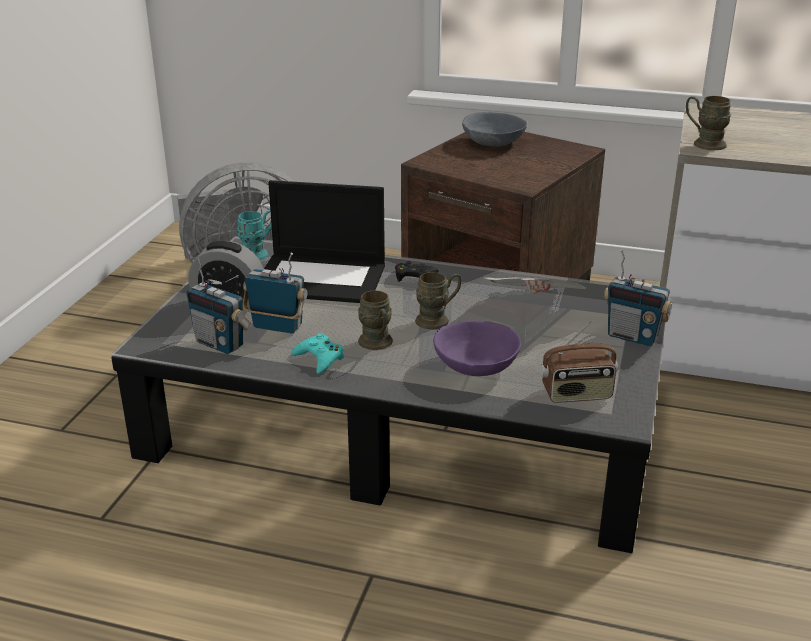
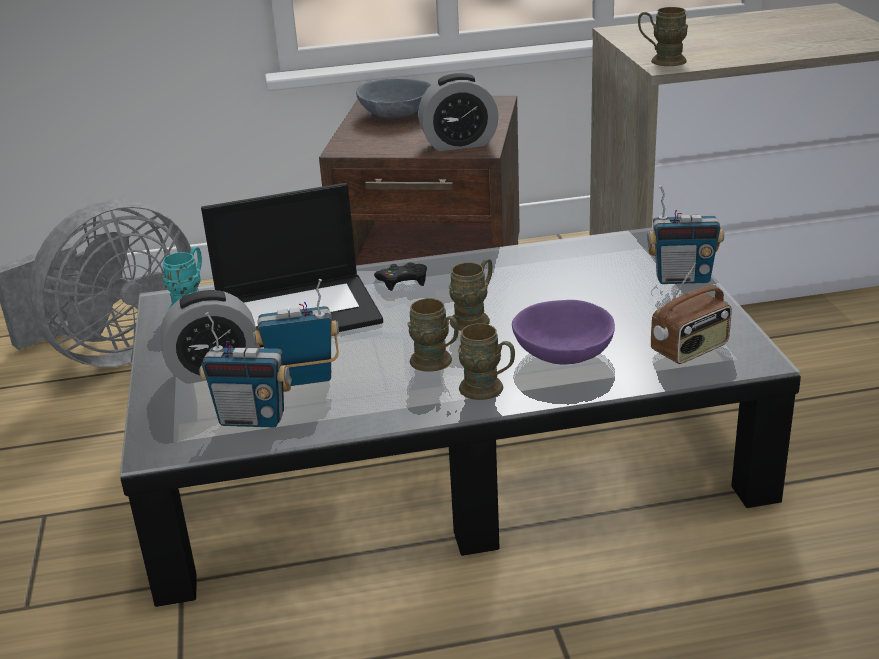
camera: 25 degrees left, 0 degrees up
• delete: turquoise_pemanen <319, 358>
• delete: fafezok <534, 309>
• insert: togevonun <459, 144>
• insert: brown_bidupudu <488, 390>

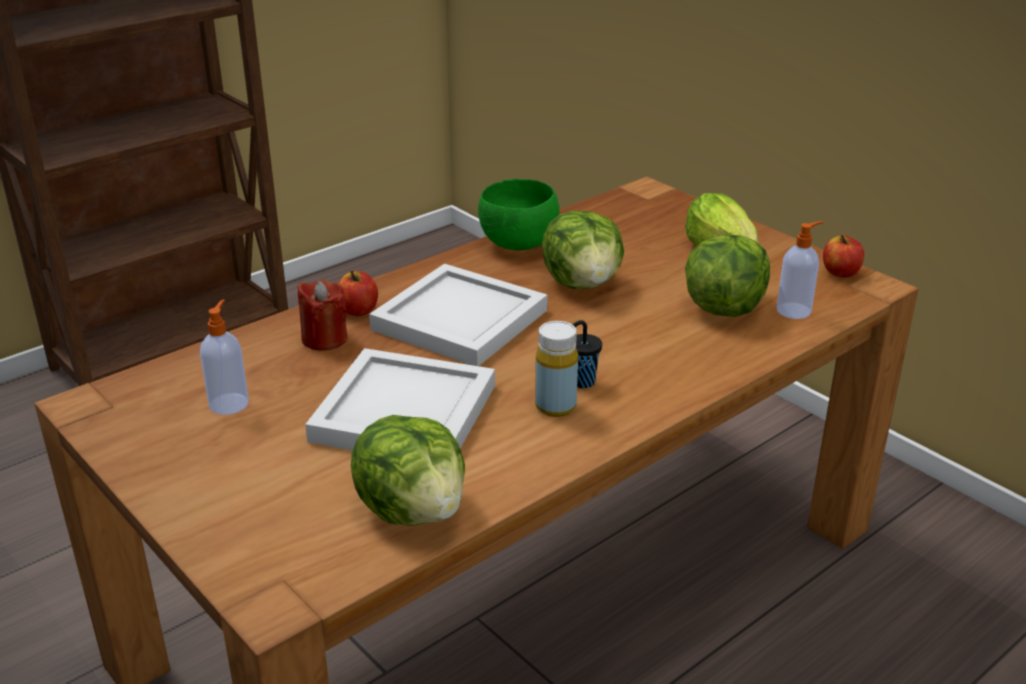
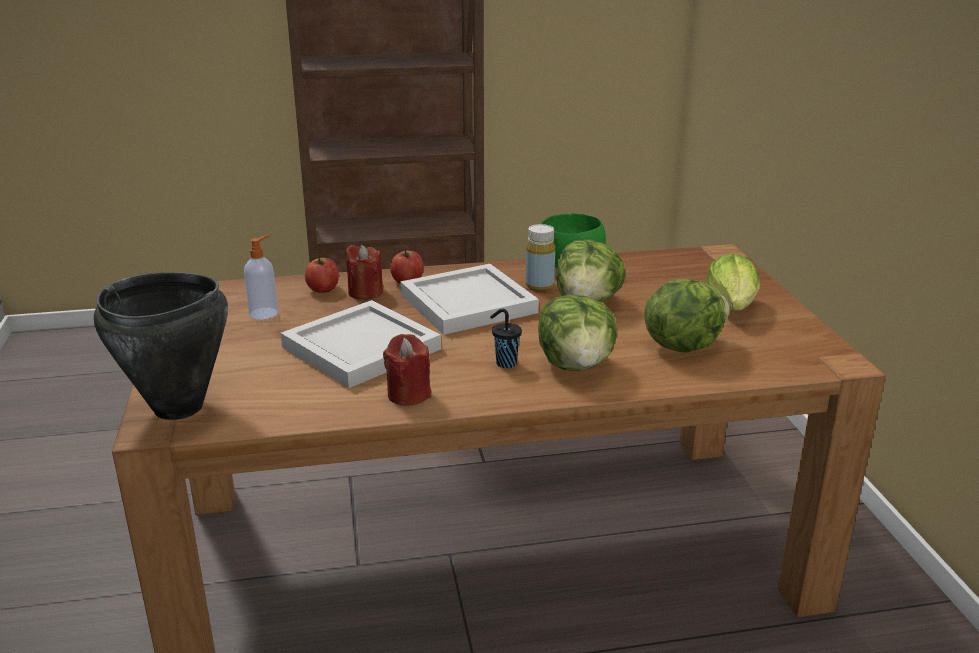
camera: 30 degrees right, 5 degrees down
• move: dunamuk <413, 509> to <576, 365>
• move: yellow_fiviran <555, 406> to <539, 286>
• delete: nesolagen <794, 310>
• move: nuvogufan <840, 272> to <323, 289>
• insert: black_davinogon <178, 408>
• insert: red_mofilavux <409, 394>

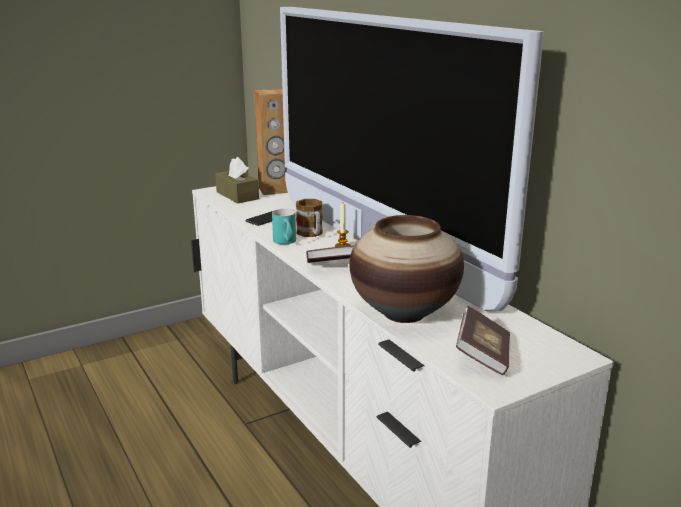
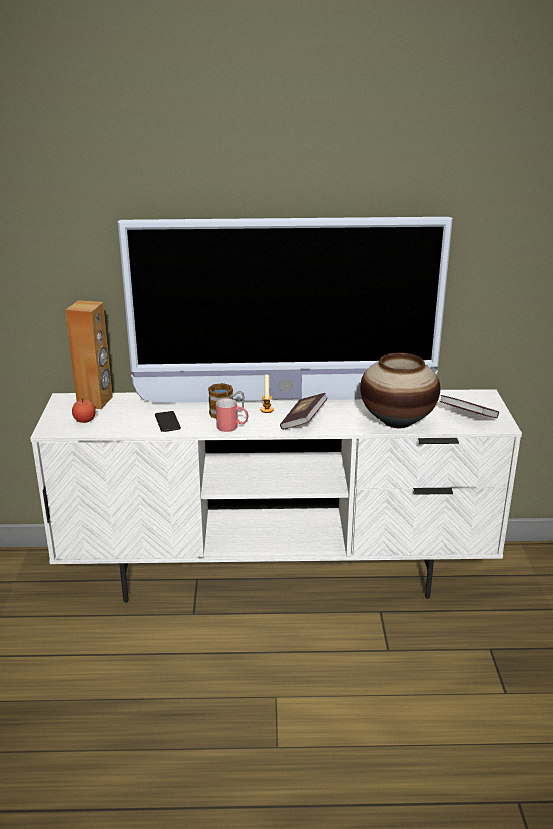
camera: 60 degrees left, 5 degrees up
• replace: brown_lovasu <237, 195> to nuvogufan <84, 420>
• recolor: turquoise_bidupudu <286, 242> to red_bidupudu <232, 427>

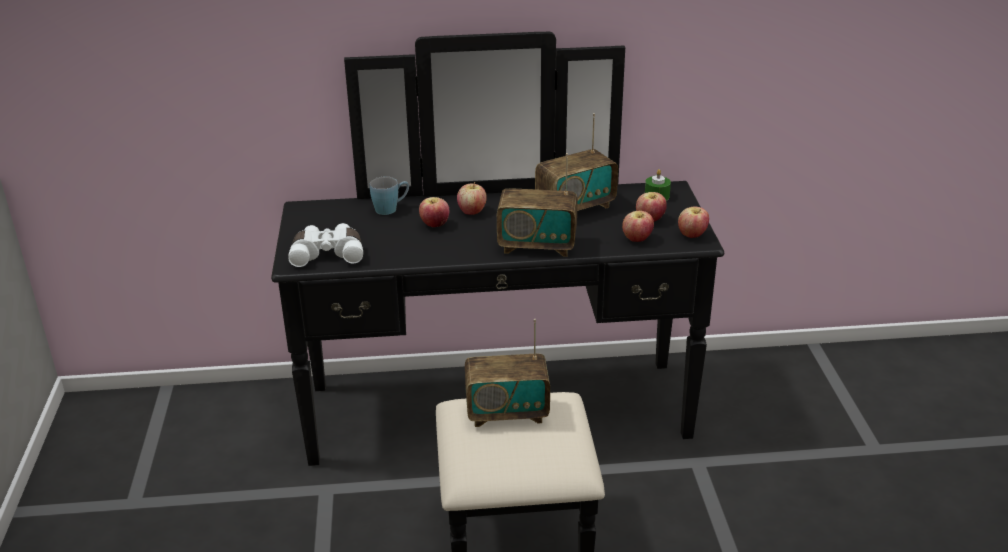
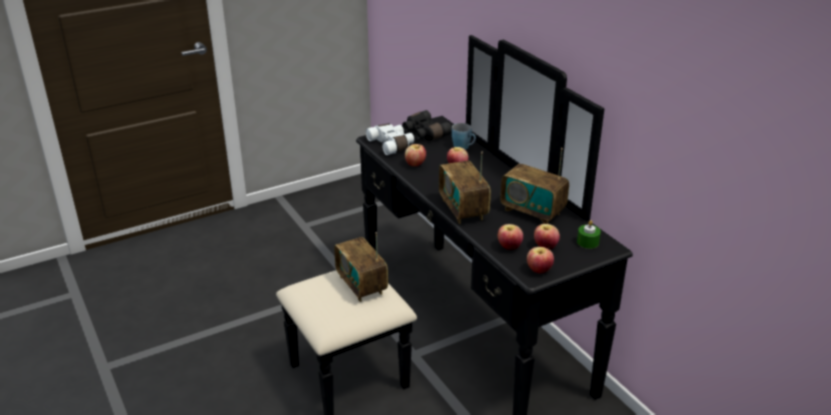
camera: 65 degrees right, 0 degrees up
• move: nuvogufan <472, 211> to <415, 164>
• insert: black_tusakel <424, 133>

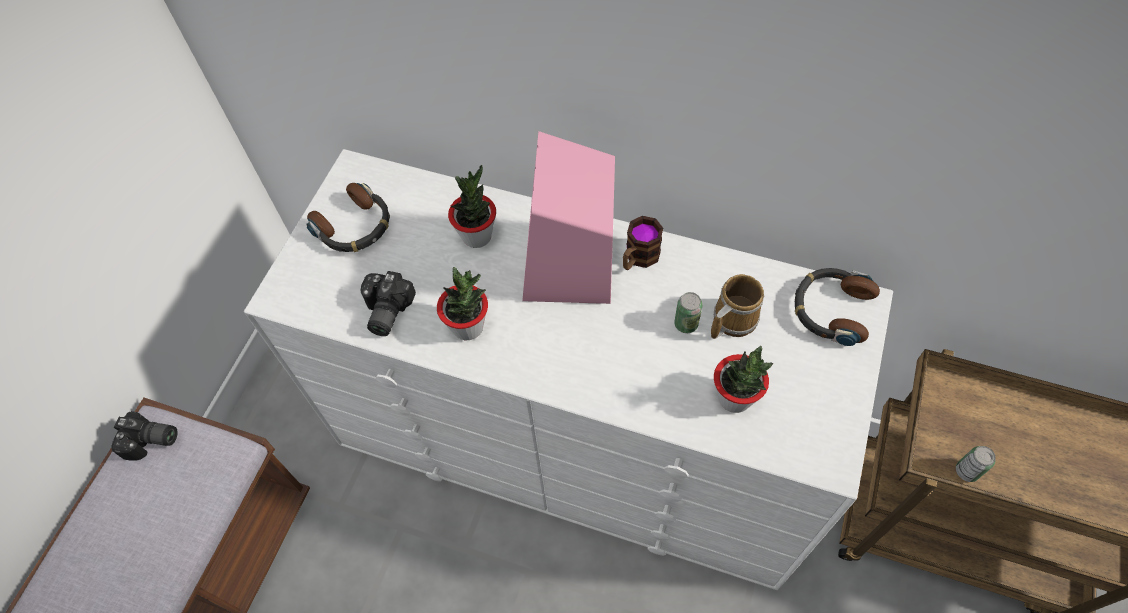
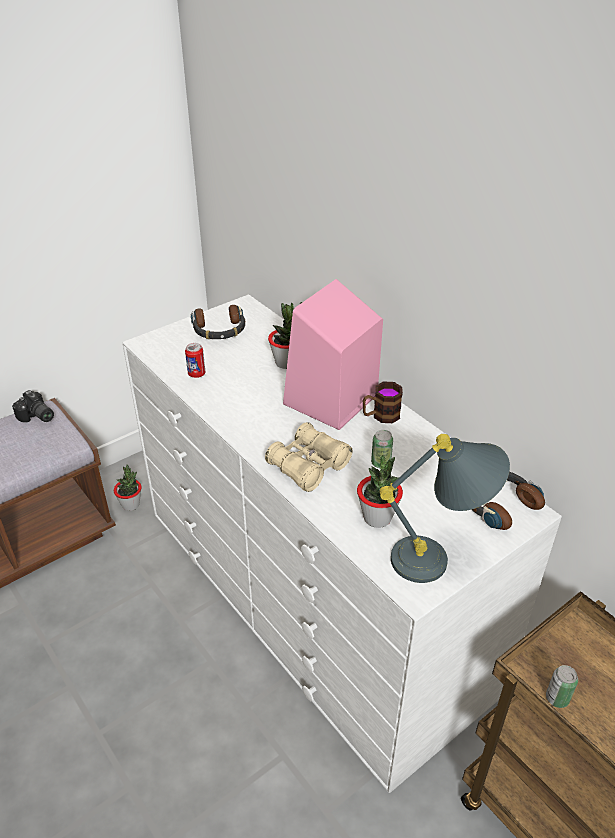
camera: 30 degrees right, 20 degrees down
• replace: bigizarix <384, 311> to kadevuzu <196, 374>
• move: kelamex <468, 327> to <131, 505>
• delete: bidupudu <731, 319>
• insert: beige_tusakel <308, 466>
• insert: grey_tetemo <440, 560>

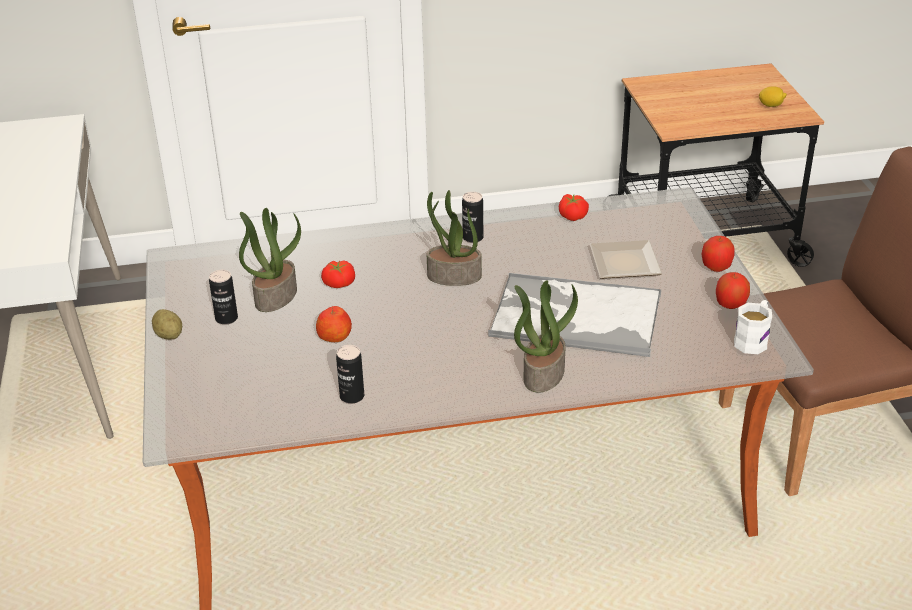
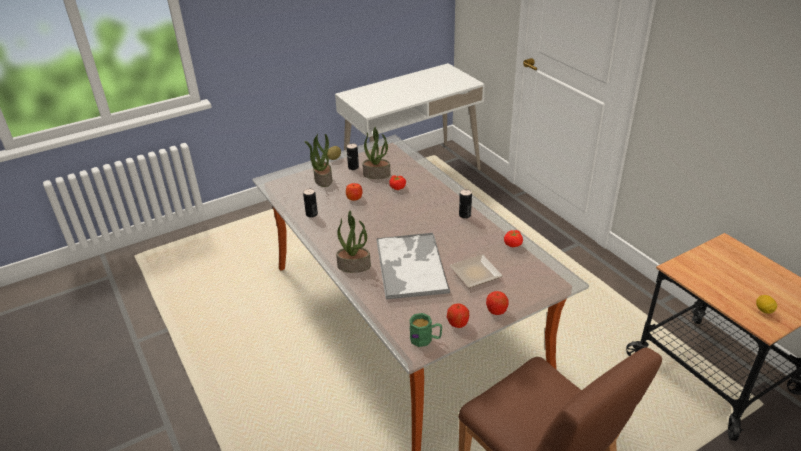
camera: 70 degrees right, 0 degrees up
• move: kelamex <453, 276> to <322, 179>
• recolor: white_bidupudu <753, 339> to green_bidupudu <425, 339>

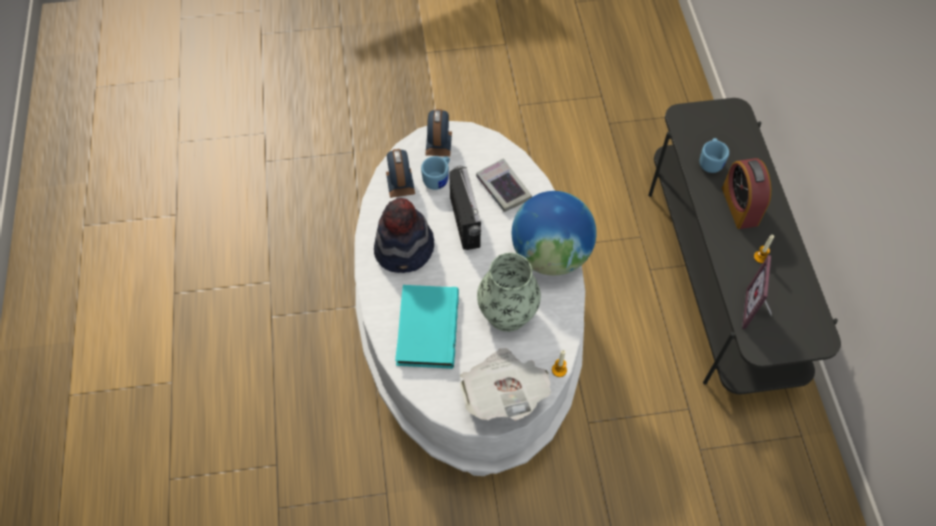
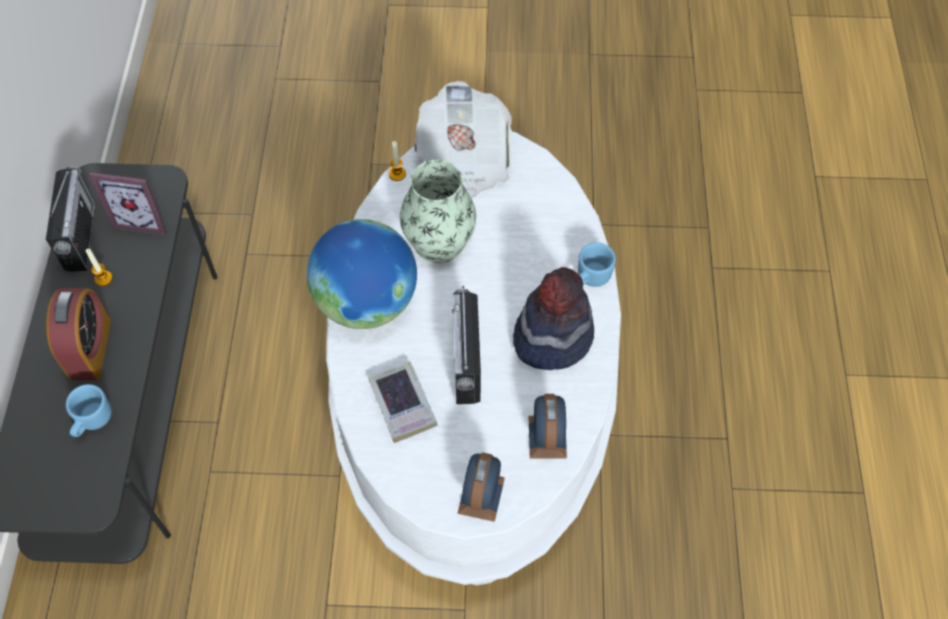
camera: 170 degrees left, 0 degrees up
• delete: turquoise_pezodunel <425, 328>
• move: blue_bidupudu <438, 178> to <589, 278>
• rotate: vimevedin <757, 311> = <144, 218> 75 degrees clockwise
• insert: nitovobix <80, 237>

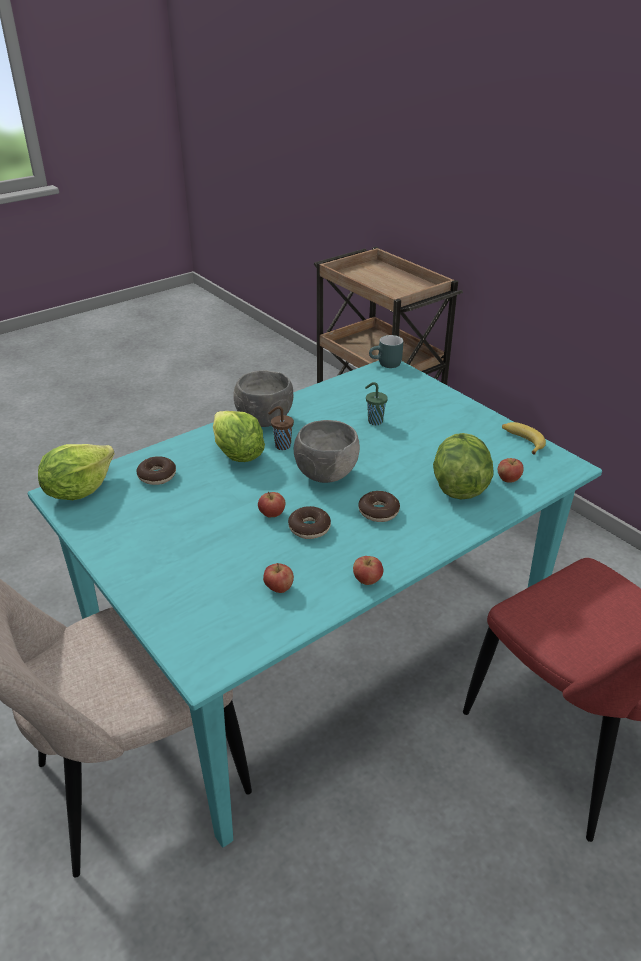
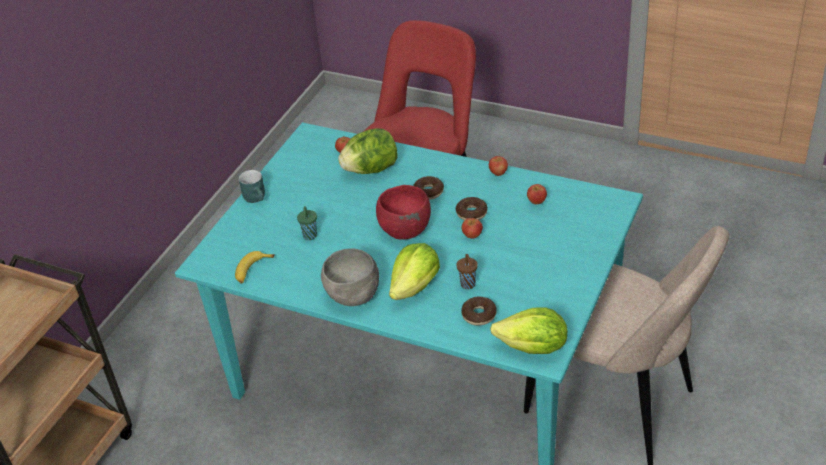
camera: 115 degrees left, 5 degrees up
• move: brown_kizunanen <281, 446> to <468, 285>
• recolor: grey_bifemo <326, 474> to red_bifemo <404, 231>
• move: turquoise_bidupudu <386, 364> to <257, 198>
• move: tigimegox <522, 441> to <252, 271>

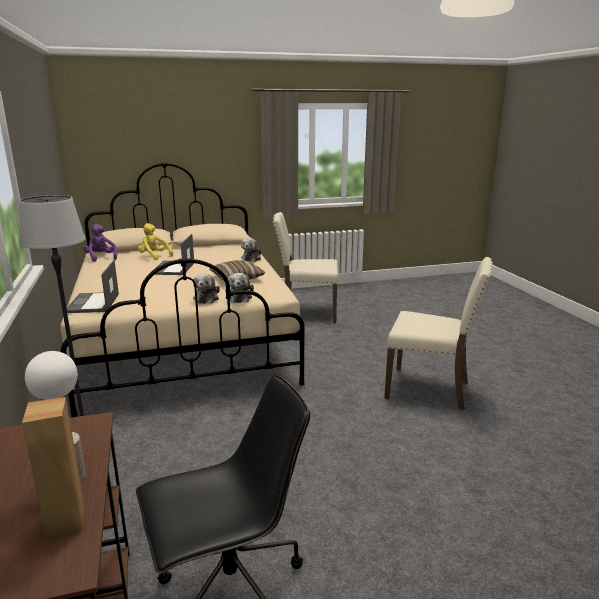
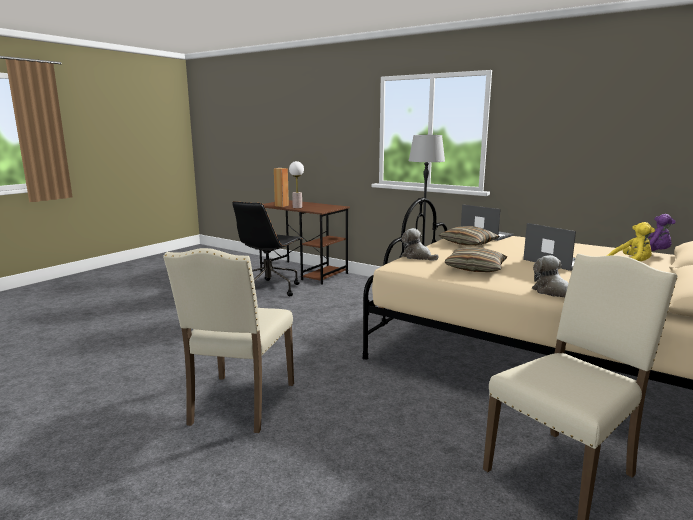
camera: 140 degrees right, 5 degrees down
• delete: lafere <207, 298>
• rotate: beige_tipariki <430, 389> = <240, 404> 60 degrees counterclockwise
• insert: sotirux <468, 243>

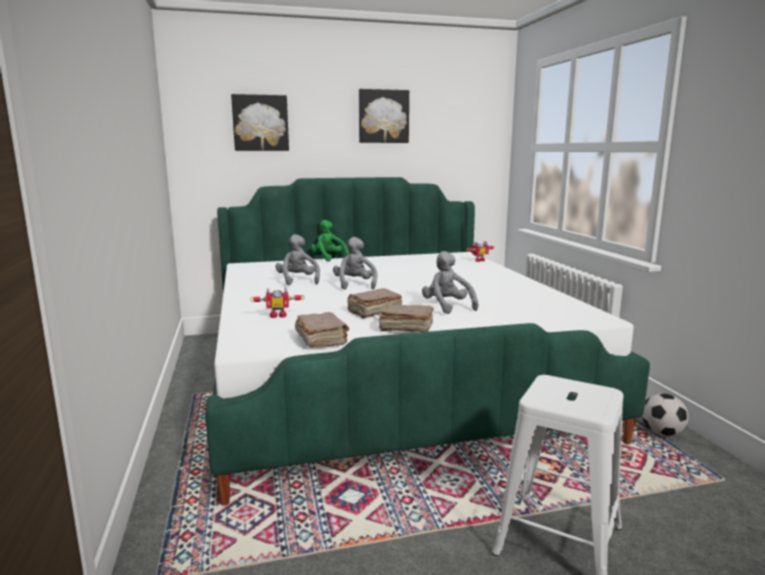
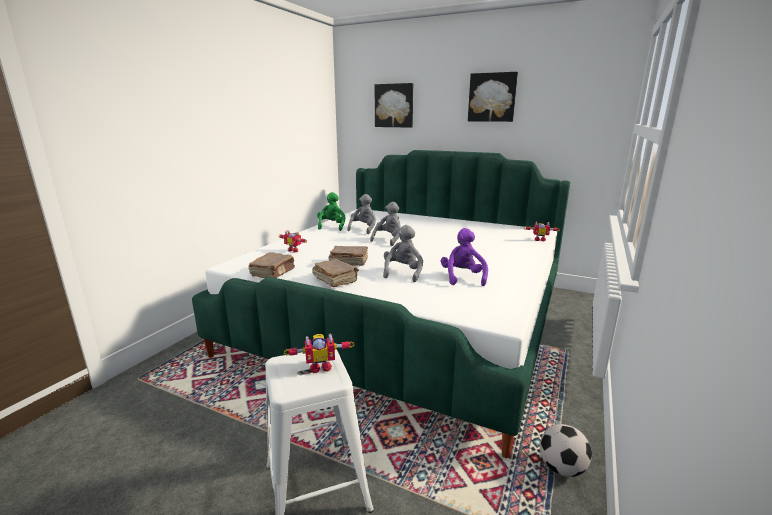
camera: 40 degrees right, 5 degrees up
• move: green_lafere <328, 258> to <331, 226>
• insert: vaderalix <320, 366>
• insert: purple_lafere <462, 278>

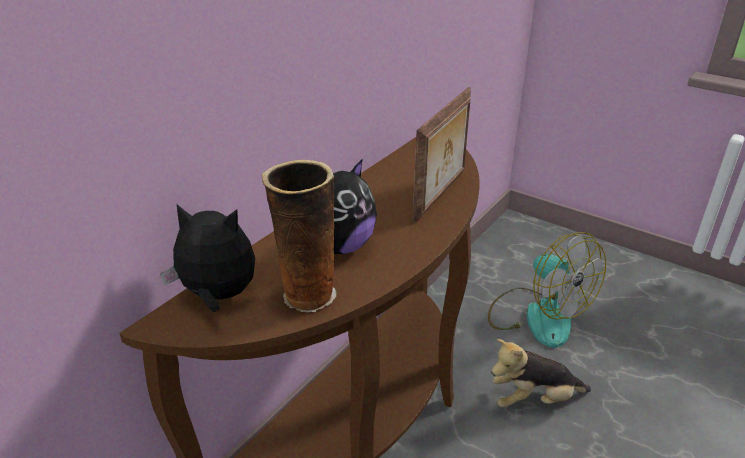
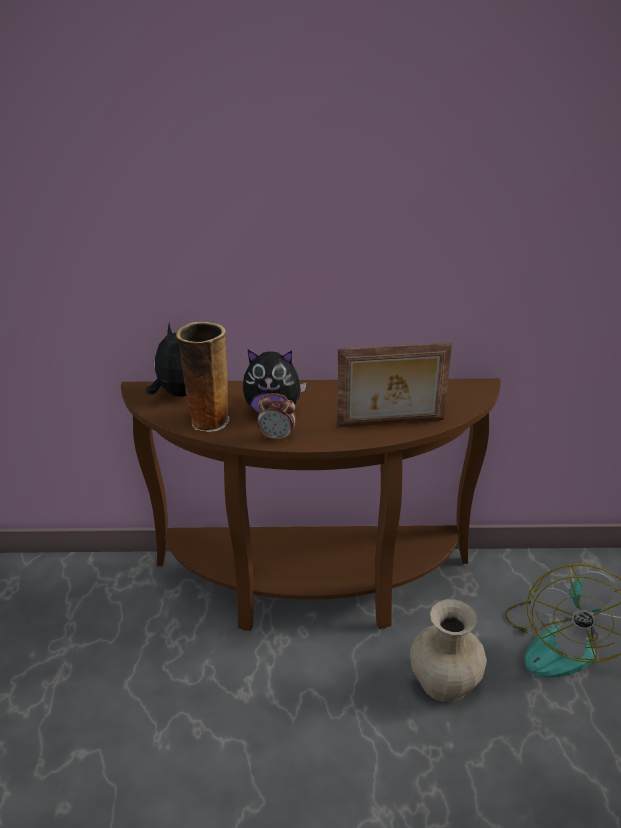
camera: 55 degrees right, 0 degrees up
• replace: lafere <534, 399> to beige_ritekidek <445, 682>
• insert: togevonun <277, 437>

